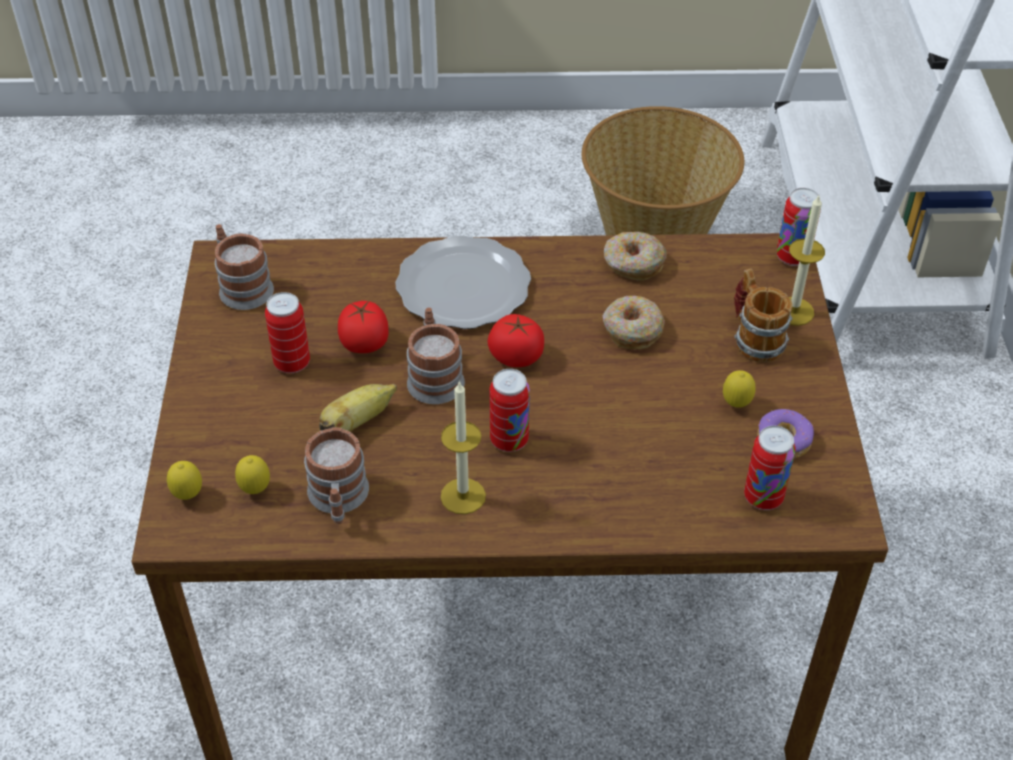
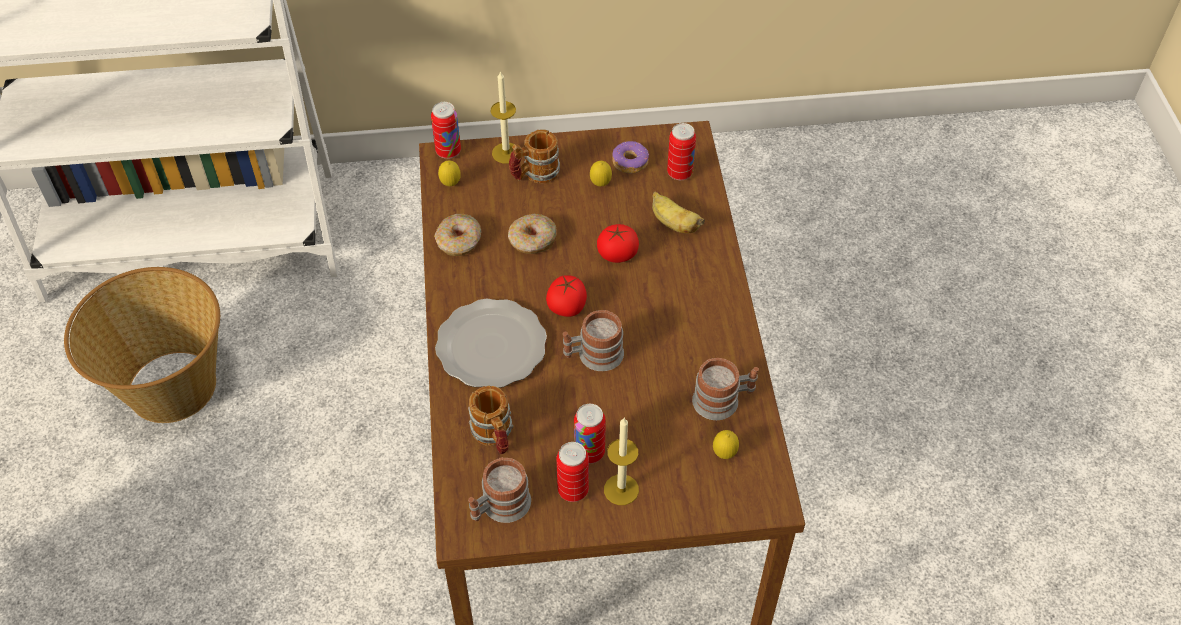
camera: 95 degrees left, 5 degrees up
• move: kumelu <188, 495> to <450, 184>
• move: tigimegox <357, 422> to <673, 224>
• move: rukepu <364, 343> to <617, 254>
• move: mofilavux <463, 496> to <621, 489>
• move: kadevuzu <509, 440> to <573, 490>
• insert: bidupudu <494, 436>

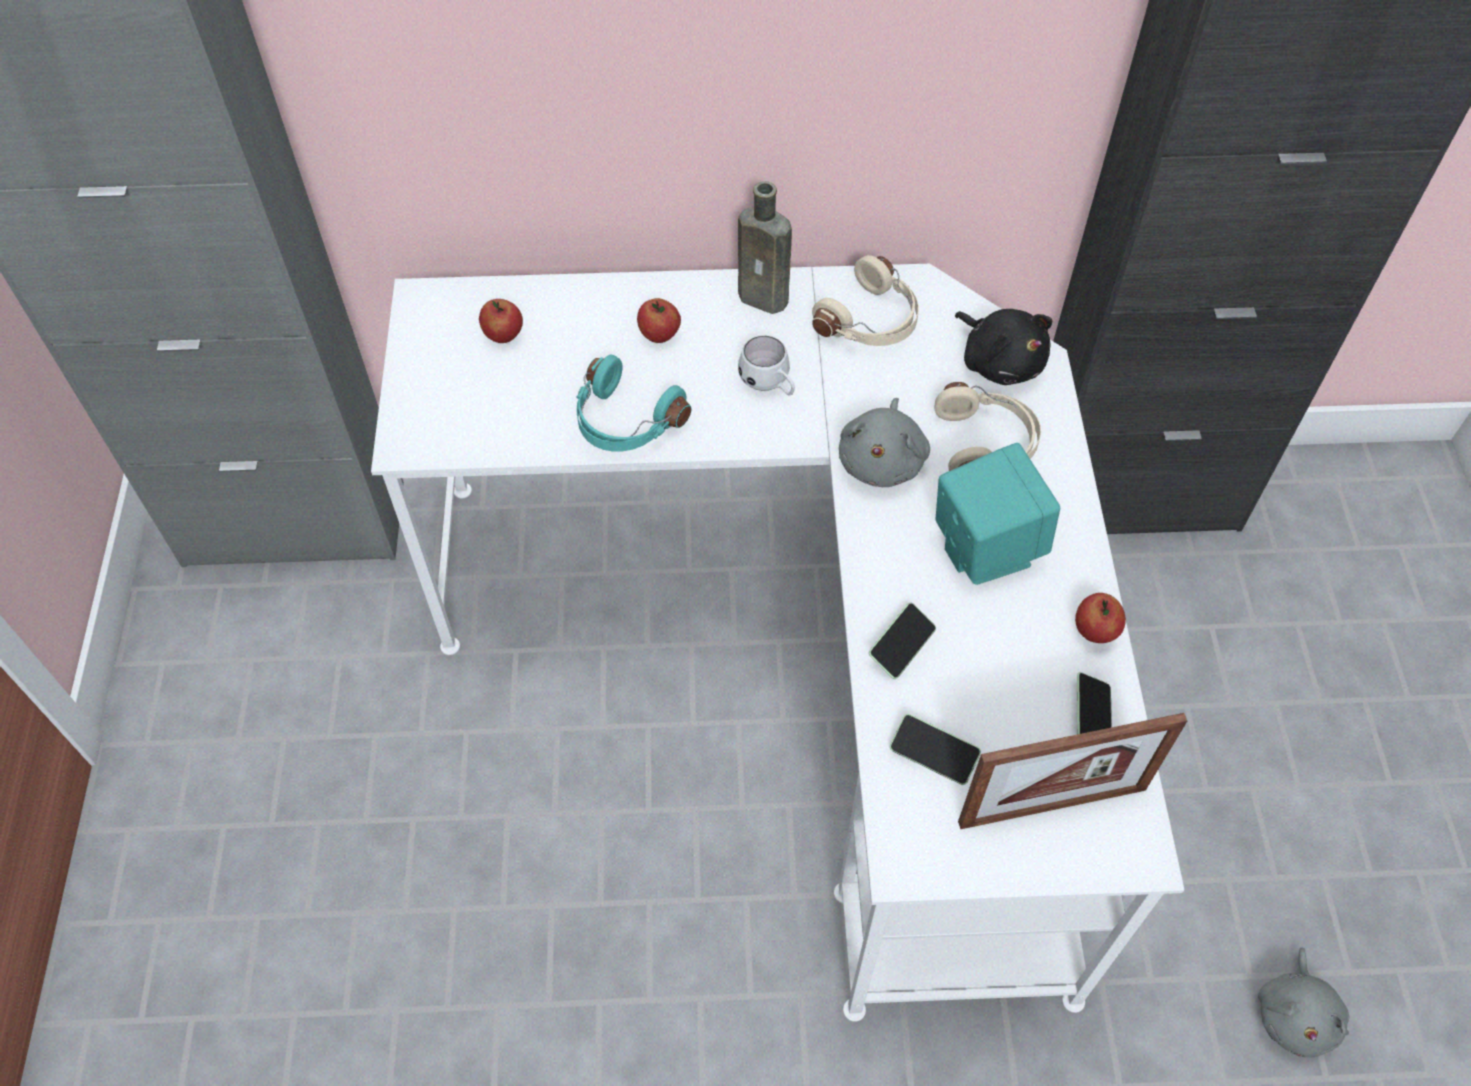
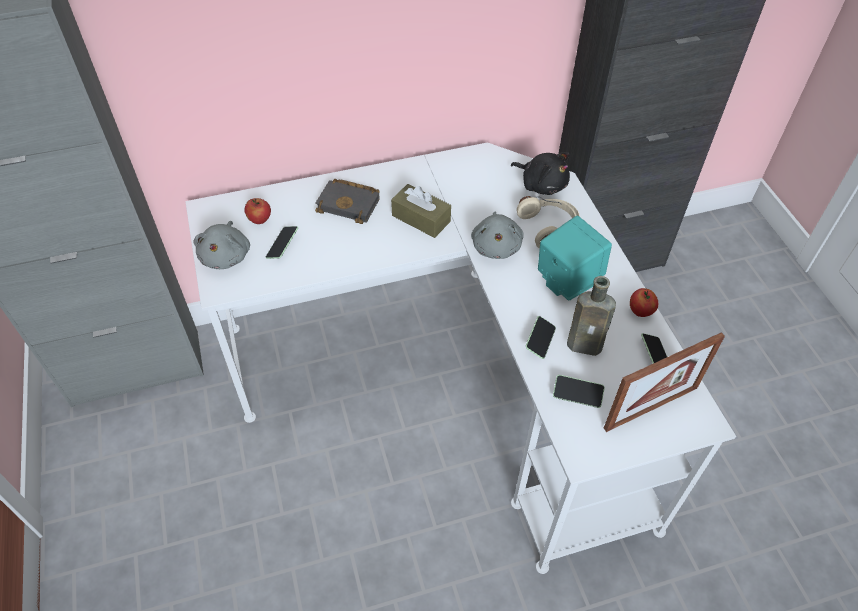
camera: 15 degrees left, 5 degrees down
• delete: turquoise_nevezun <625, 422>
• replace: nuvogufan <659, 335> to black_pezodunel <350, 204>
• move: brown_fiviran <766, 299> to <587, 345>
• replace: white_bidupudu <769, 385> to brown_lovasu <421, 218>
• delete: beige_nevezun <871, 321>
• move: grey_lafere <1295, 1015> to <226, 256>
• insert: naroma <283, 246>

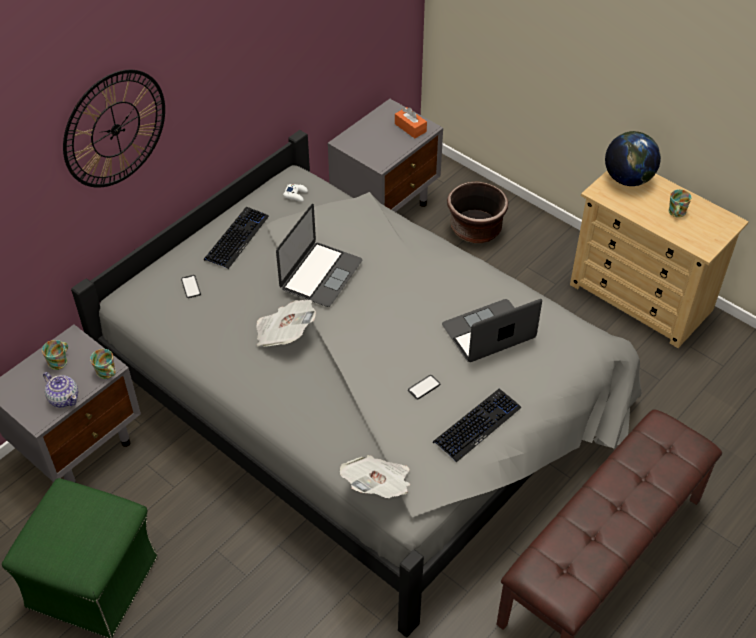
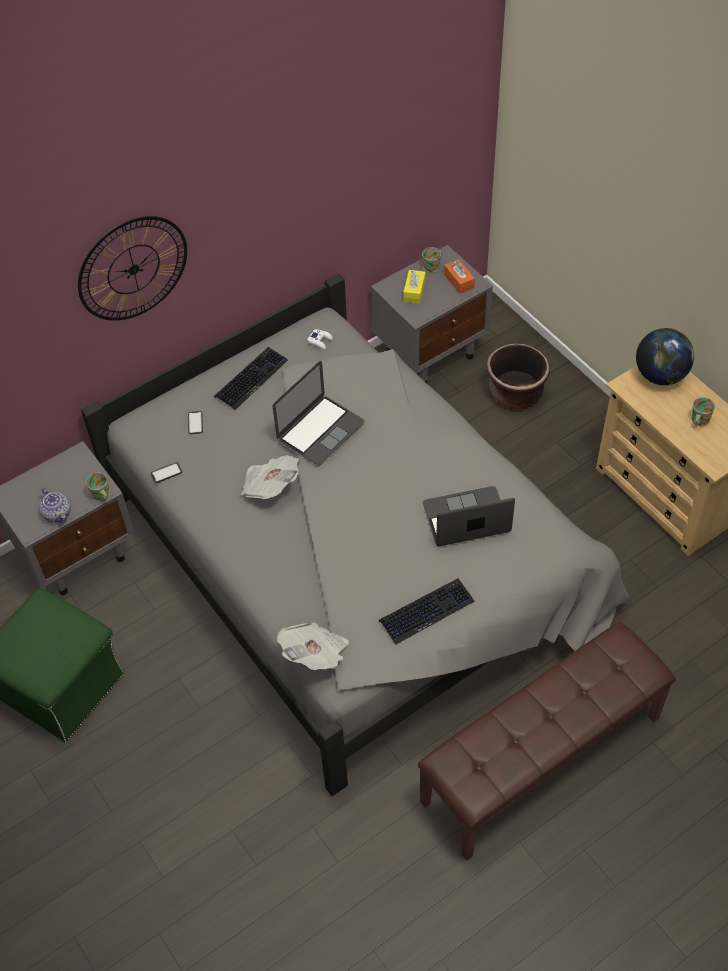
camera: 15 degrees right, 5 degrees up
• move: bidupudu <60, 360> to <433, 266>
• move: naroma <424, 387> to <166, 473>
• insert: yellow_lovasu <414, 291>

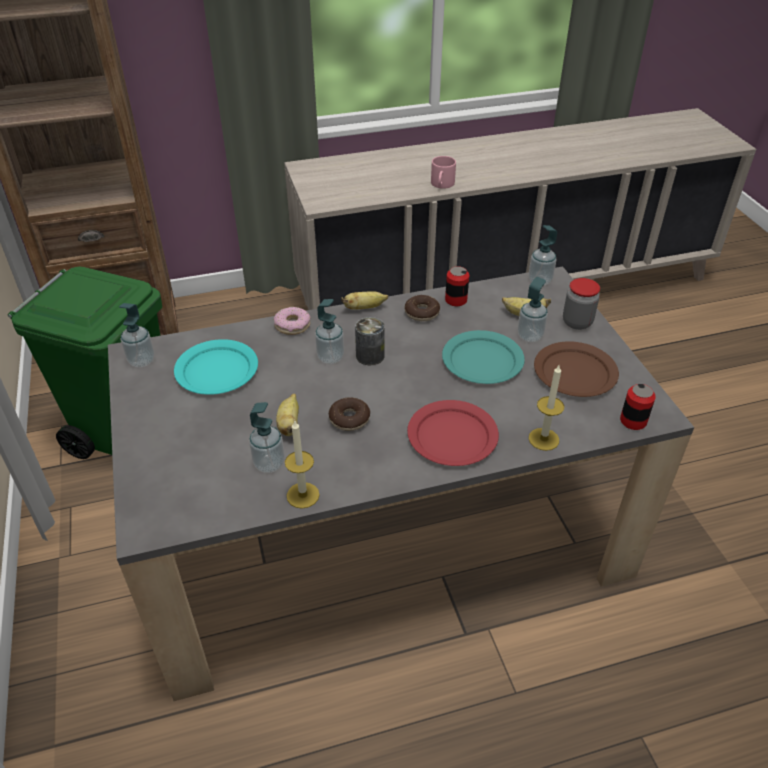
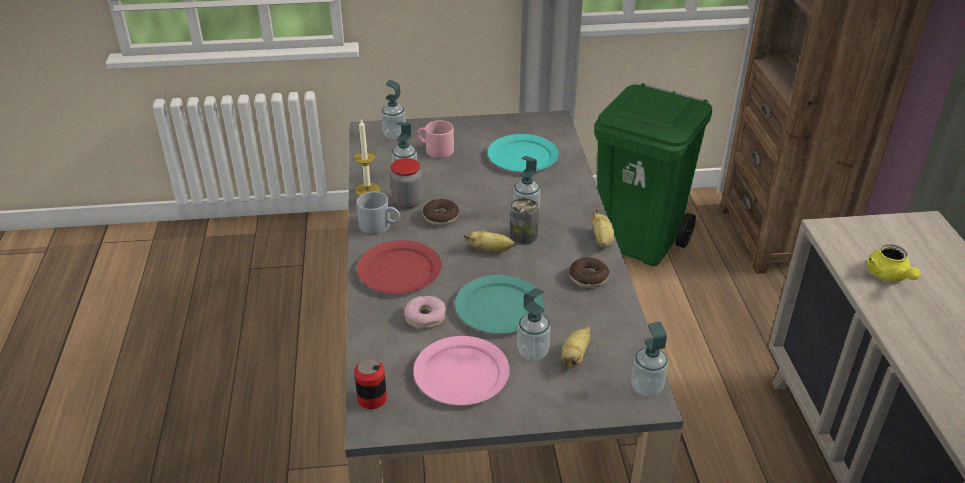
camera: 100 degrees right, 5 degrees down
• move: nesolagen <141, 361> to <394, 134>
• move: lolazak <292, 325> to <425, 317>
• move: tigimegox <289, 424> to <490, 250>
• move: pink_bidupudu <442, 185> to <435, 150>
• delete: kadevuzu <456, 300>
• delete: mofilavux <543, 439>
• recolor: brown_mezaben <574, 372> to pink_mezaben <462, 374>
• move: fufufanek <577, 322> to <407, 202>
• insert: grey_bidupudu <380, 225>
• insert: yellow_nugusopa <889, 276>

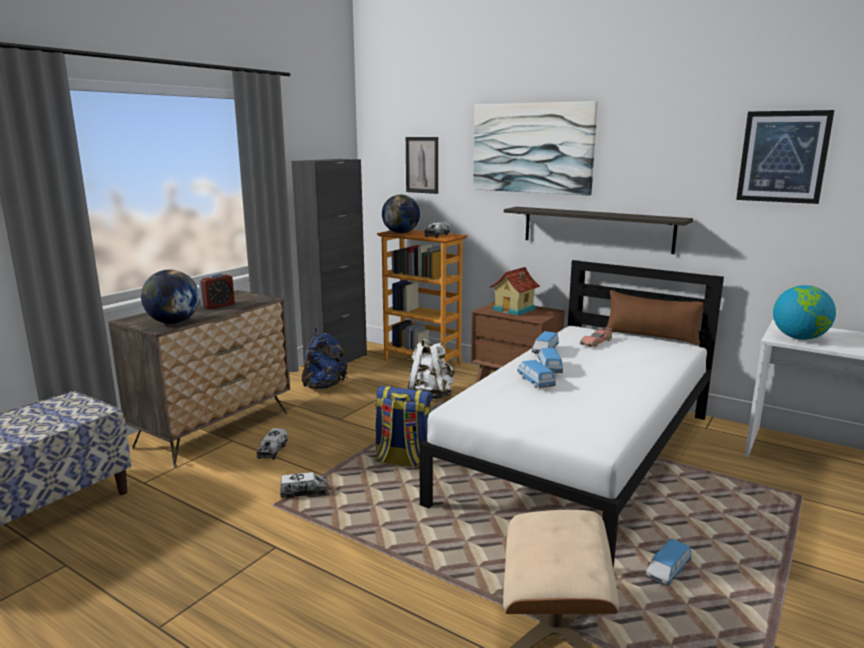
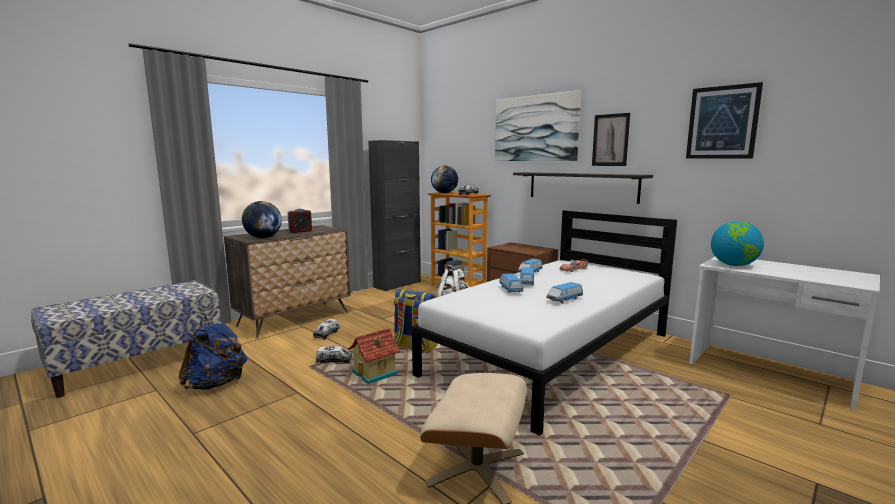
camera: 10 degrees right, 5 degrees down
• move: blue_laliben <324, 386> to <216, 384>
• move: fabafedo <422, 165> to <610, 140>
• move: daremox <515, 309> to <375, 374>
• delete: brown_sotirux <651, 337>
• move: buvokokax <667, 572> to <564, 300>

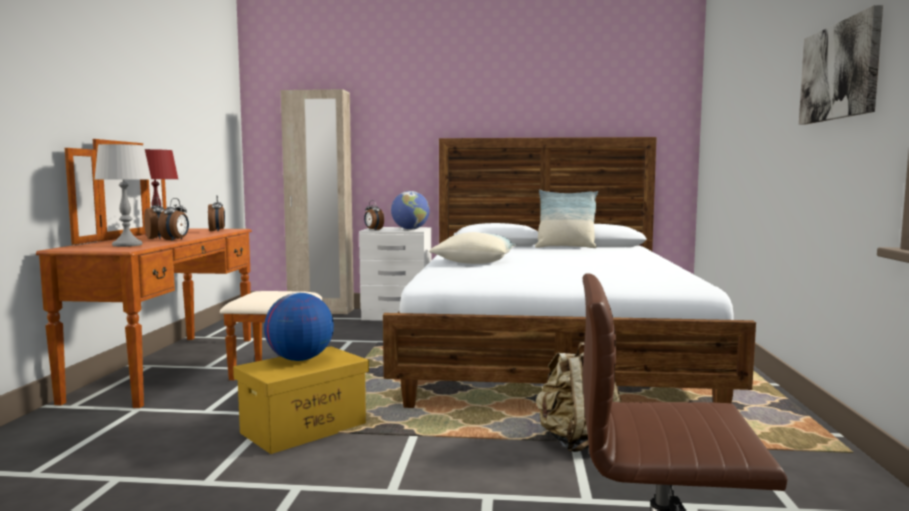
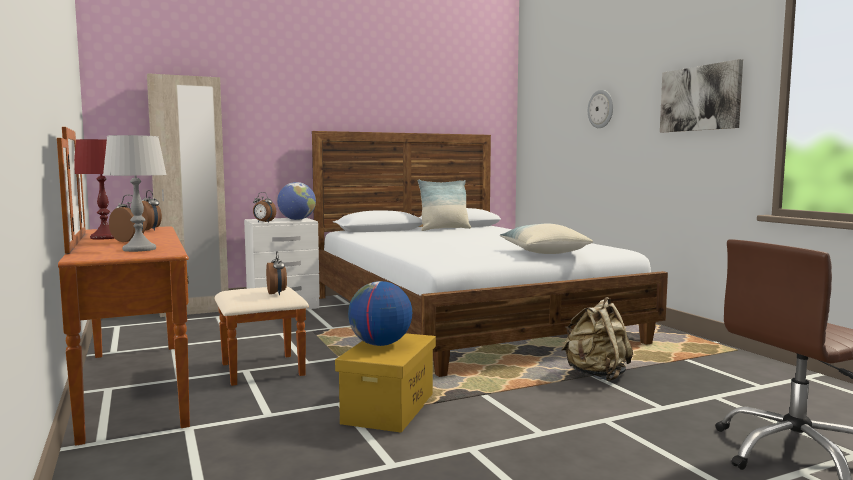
camera: 30 degrees left, 0 degrees up
• move: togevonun <176, 240> to <277, 293>
• move: sotirux <474, 261> to <543, 252>
• insert: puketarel <601, 109>

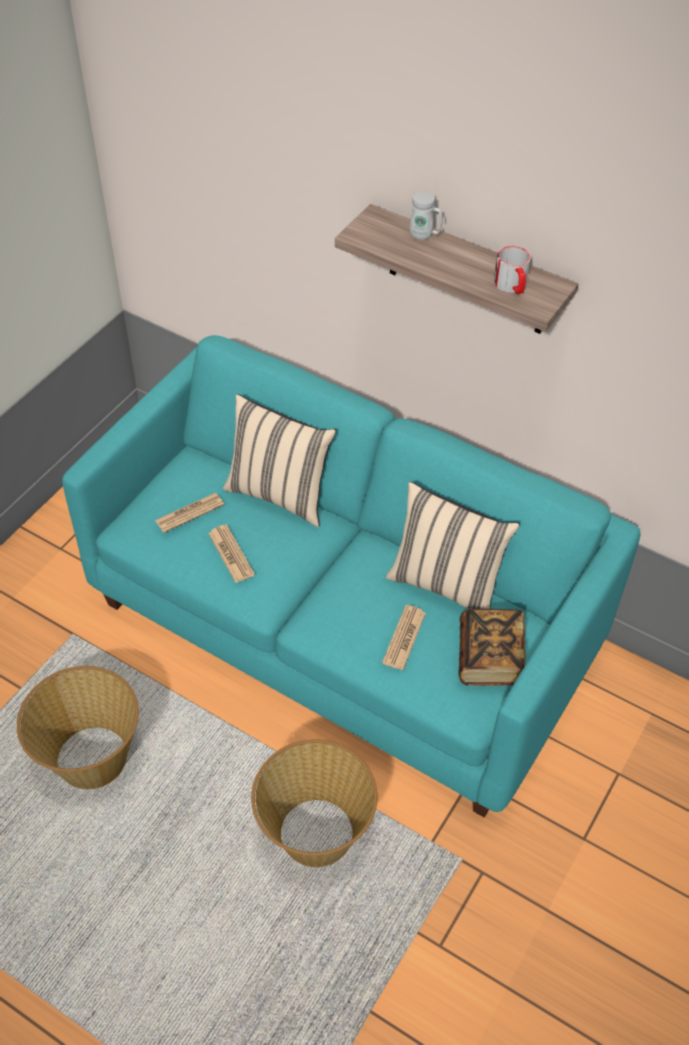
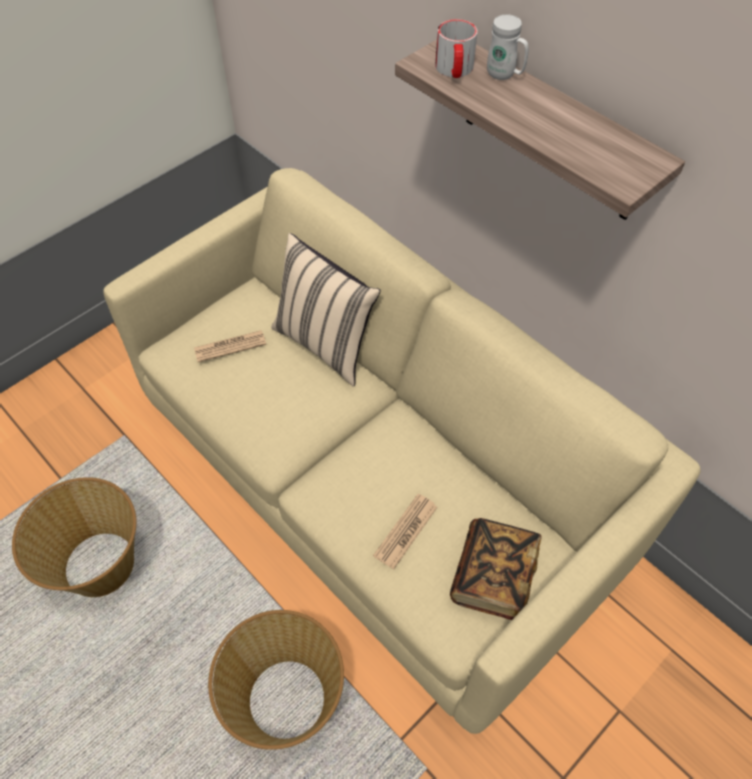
camera: 15 degrees right, 5 degrees up
• recolor: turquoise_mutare <344, 626> to beige_mutare <377, 482>
• delete: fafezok <231, 554>
• delete: beige_sotirux <446, 584>
• move: bidupudu <512, 286> to <454, 70>

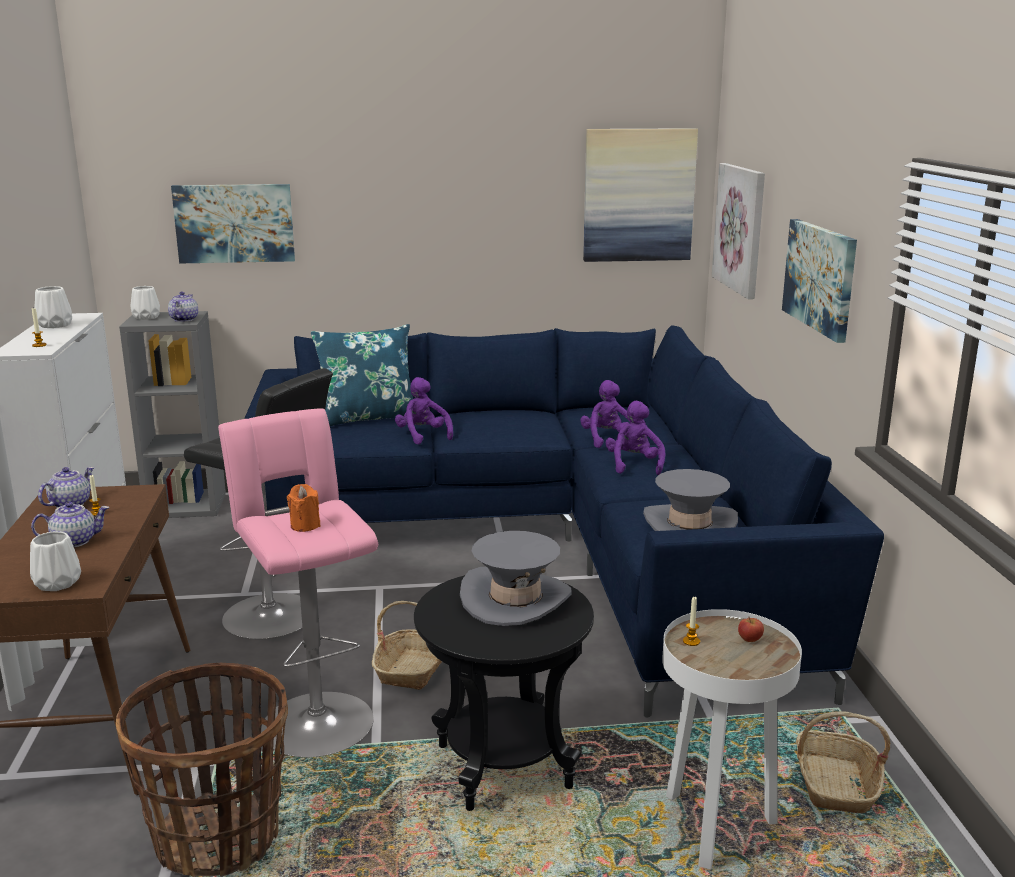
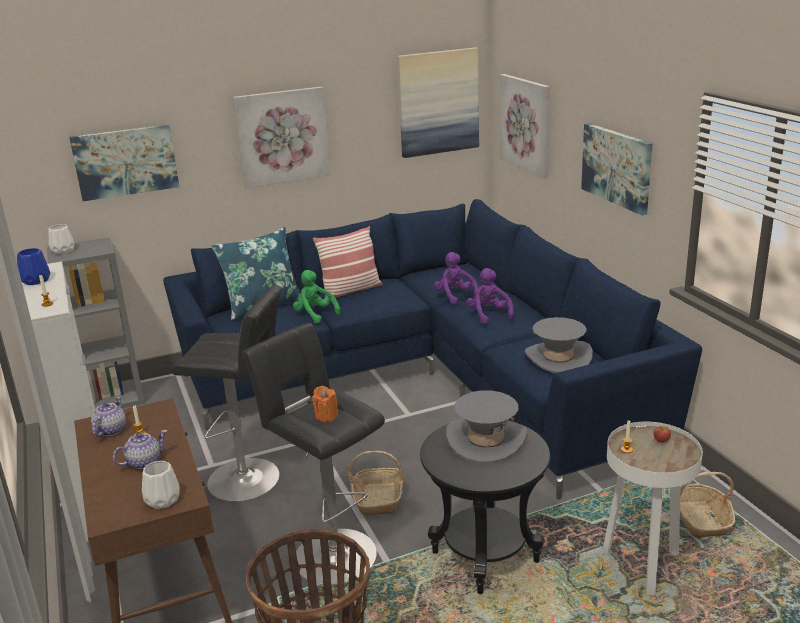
camera: 15 degrees left, 5 degrees up
• recolor: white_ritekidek <56, 325> to blue_ritekidek <36, 280>
• delete: nugusopa <184, 319>
• recolor: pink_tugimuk <314, 719> to black_tugimuk <330, 553>
• recolor: purple_lafere <423, 436> to green_lafere <315, 314>
• insert: fabafedo <282, 136>
• insert: sotirux <350, 290>

